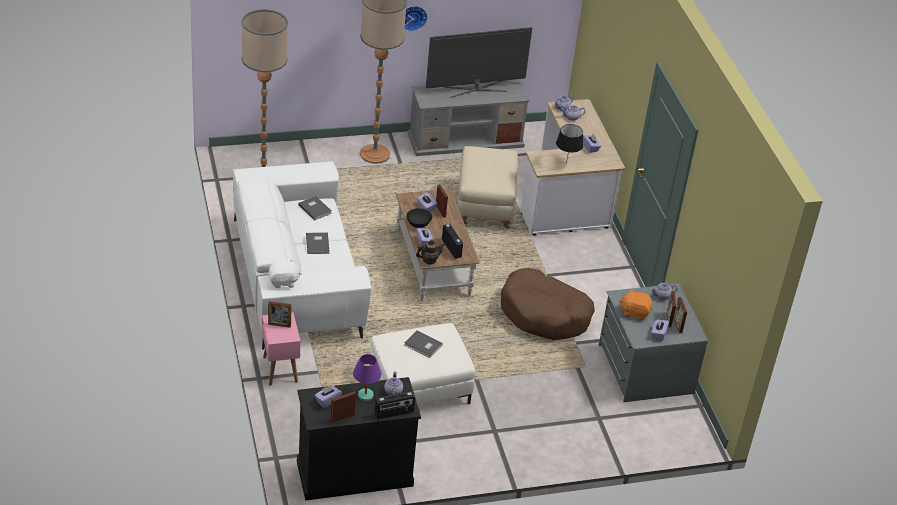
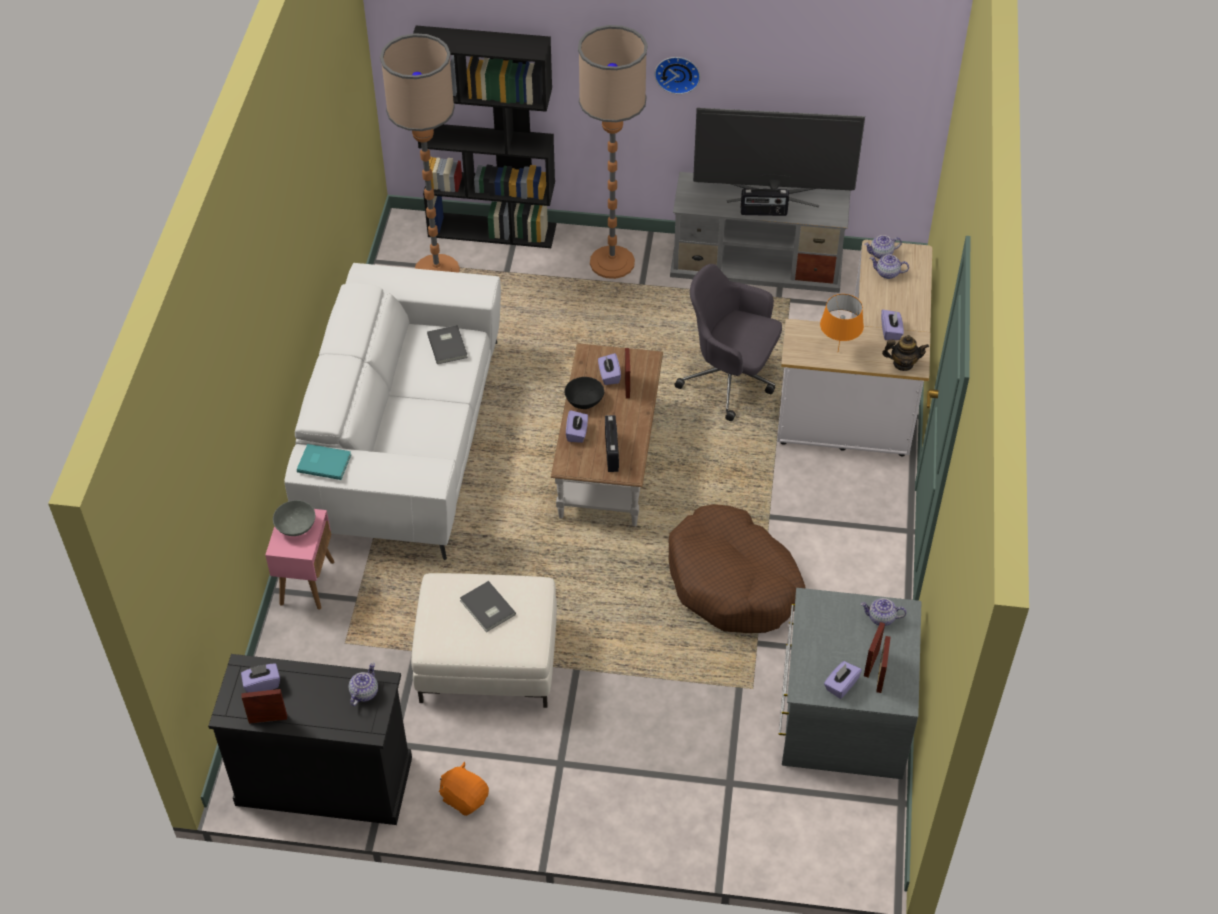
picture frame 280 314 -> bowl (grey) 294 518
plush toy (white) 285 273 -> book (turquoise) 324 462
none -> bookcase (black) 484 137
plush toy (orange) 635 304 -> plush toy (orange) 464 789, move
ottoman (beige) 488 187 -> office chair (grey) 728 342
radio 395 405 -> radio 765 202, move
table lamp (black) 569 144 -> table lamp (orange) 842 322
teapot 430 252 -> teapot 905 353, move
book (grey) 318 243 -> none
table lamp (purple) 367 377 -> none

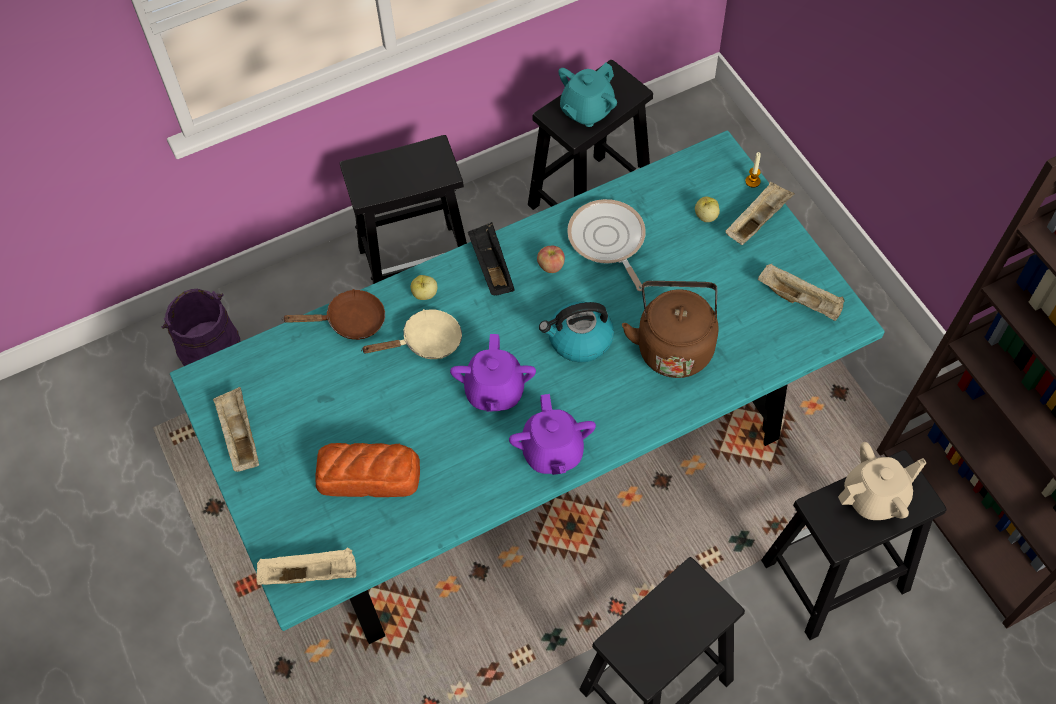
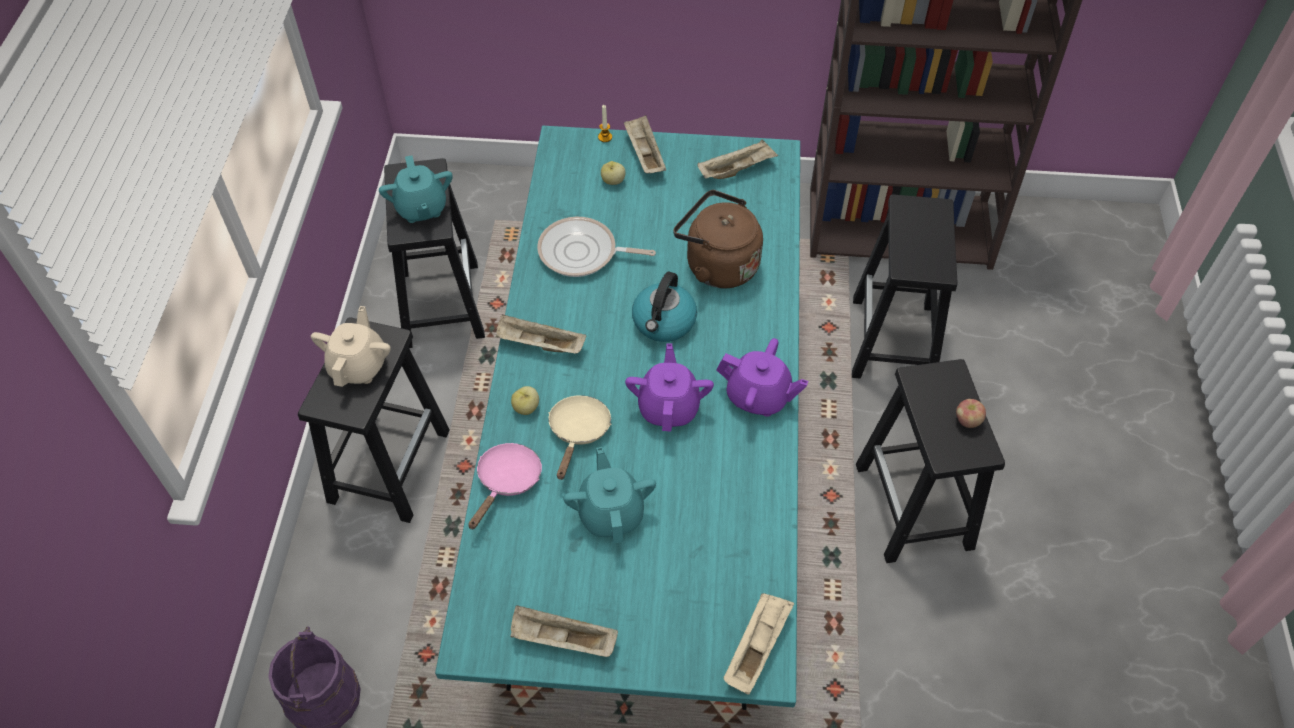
teapot (beige) 882 481 -> teapot (beige) 351 346, move
frying pan (brown) 333 314 -> frying pan (pink) 505 486
tray (black) 491 259 -> tray (beige) 541 334
none -> teapot (turquoise) 609 495
teapot (purple) 493 373 -> teapot (purple) 669 387, 120 degrees counterclockwise
apple 551 259 -> apple 971 413, move
bread 367 470 -> none

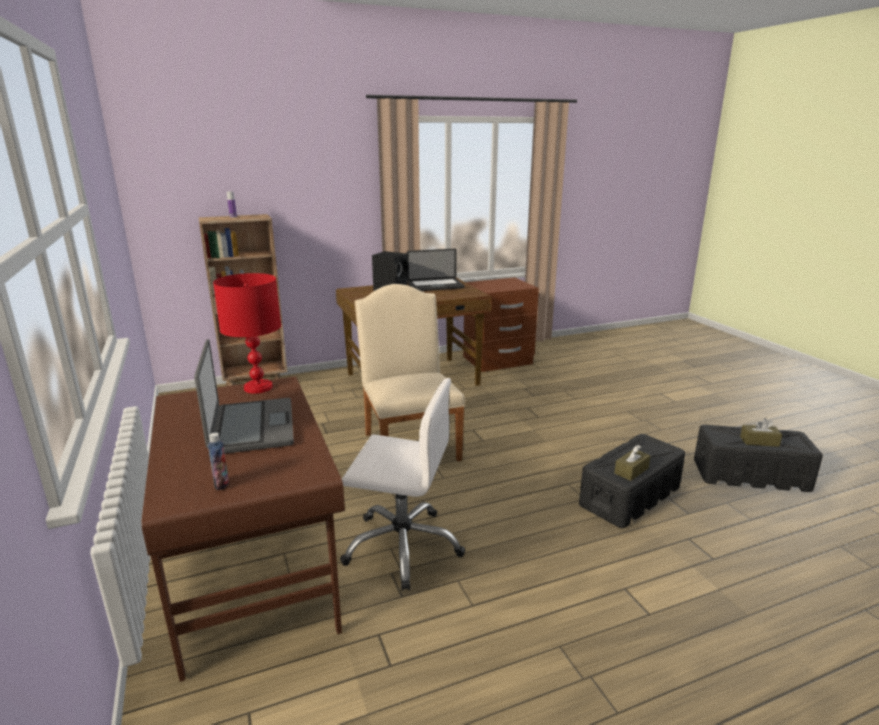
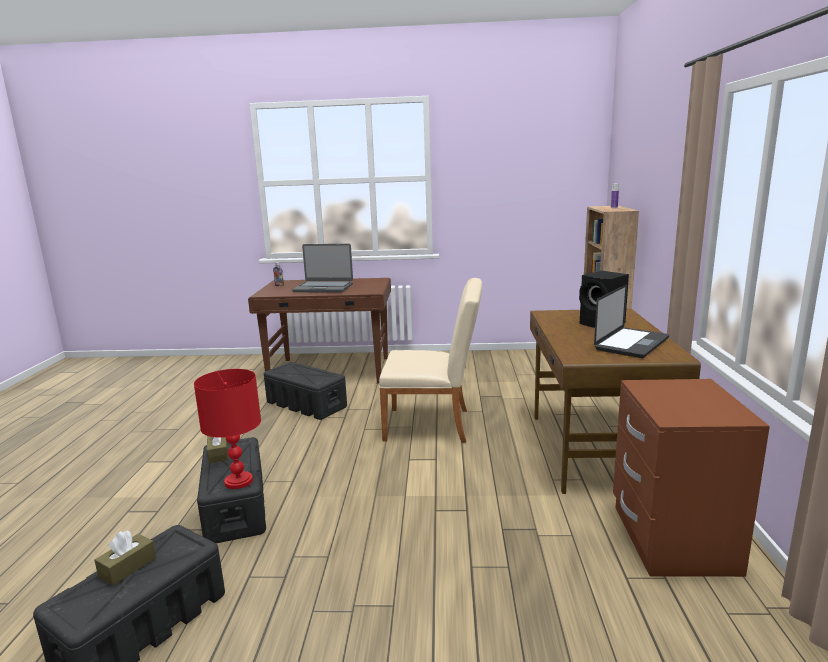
table lamp (red) 247 333 -> table lamp (red) 227 429, move
office chair (white) 402 484 -> storage box (black) 305 391
laptop 436 270 -> laptop 631 321, 150 degrees counterclockwise

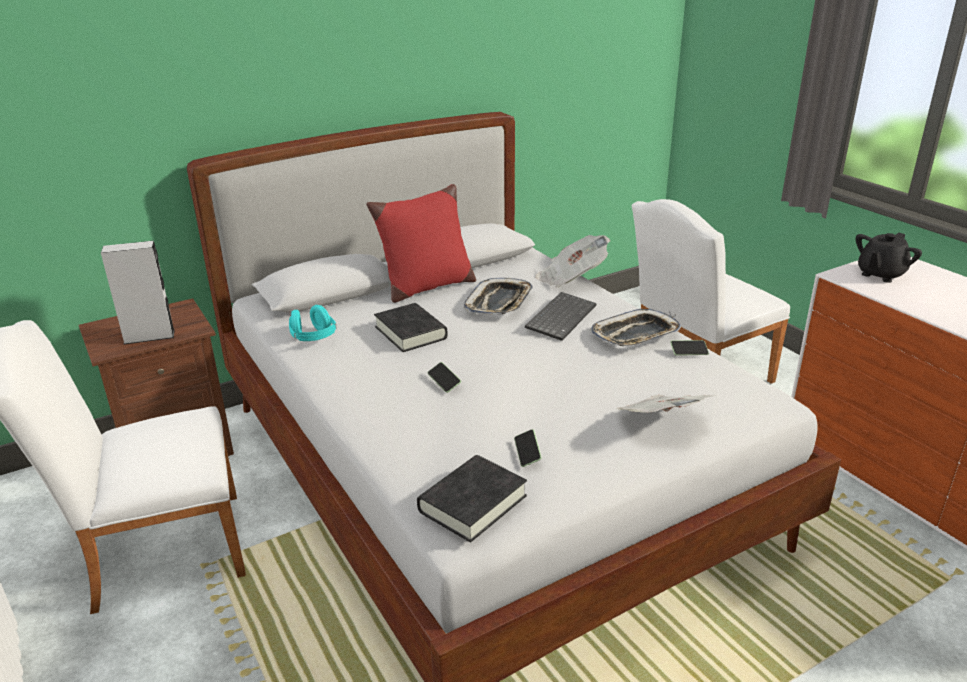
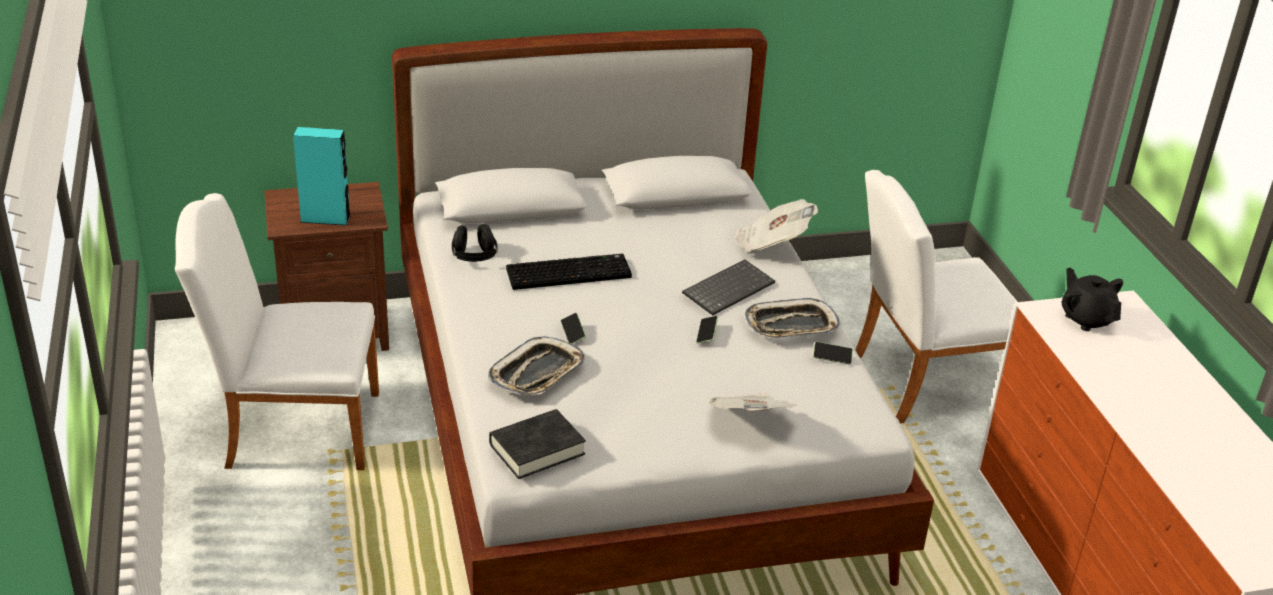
speaker (grey) 138 293 -> speaker (turquoise) 322 176
headphones (turquoise) 313 323 -> headphones (black) 474 243
tray 498 296 -> tray 536 365, move
book (black) 411 327 -> keyboard 569 272
phone 528 448 -> phone 707 329, move
teapot (black) 889 258 -> teapot (black) 1092 299, 90 degrees clockwise
pillow (red) 421 243 -> none

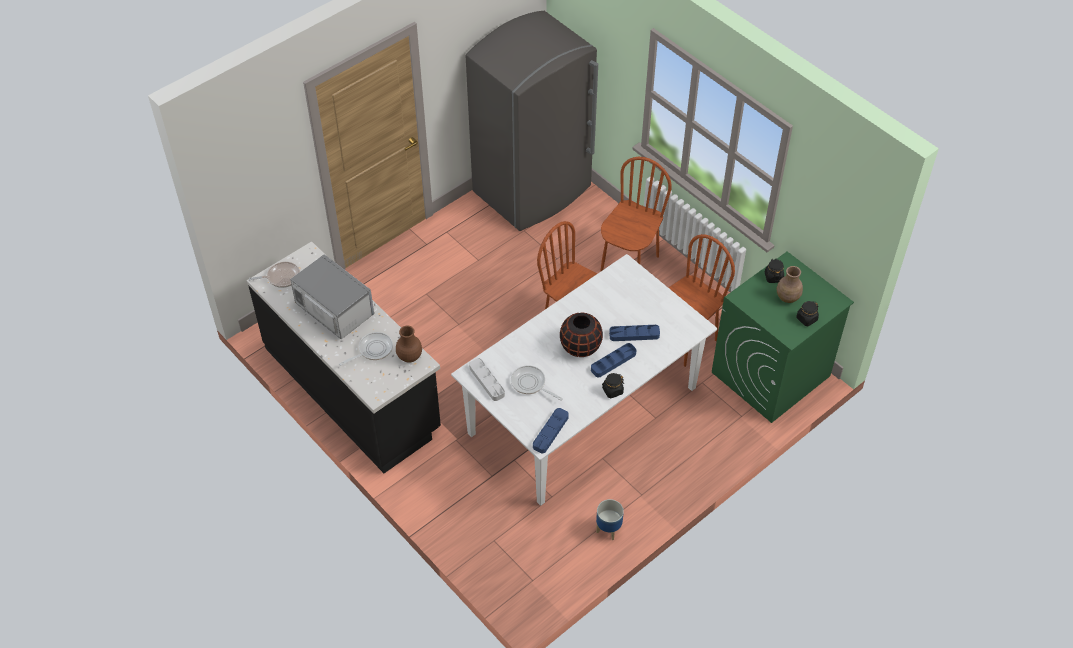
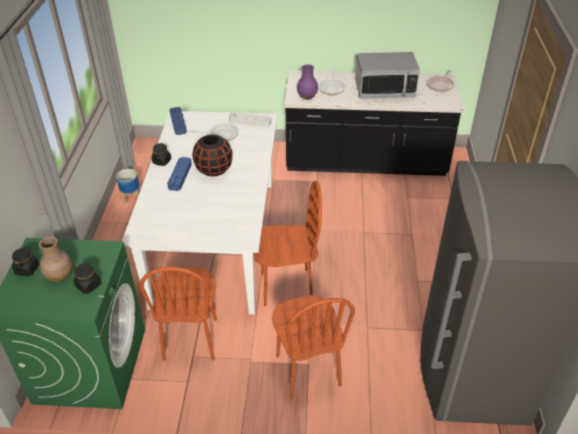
vase (brown) 409 344 -> vase (purple) 307 82
tray (blue) 634 333 -> none

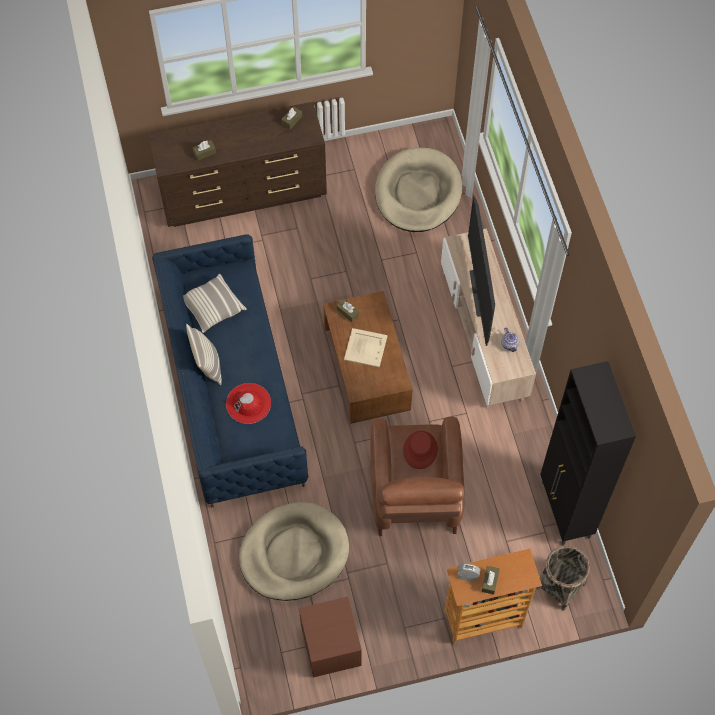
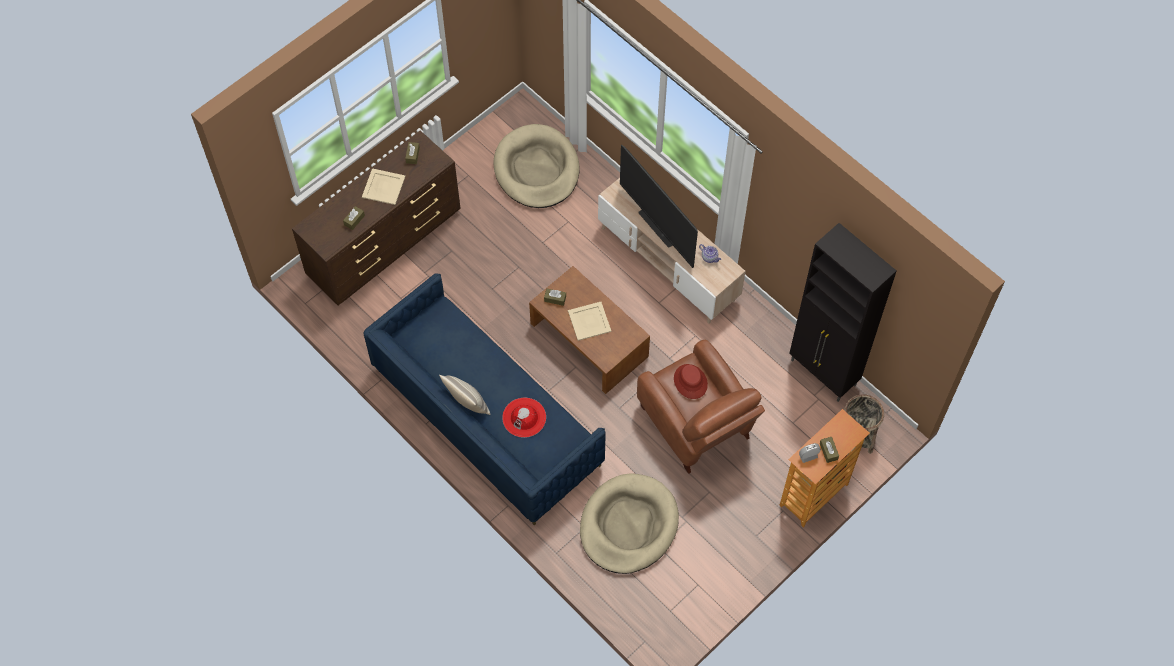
none -> tray (beige) 384 186
pillow 215 303 -> none
nightstand (brown) 330 637 -> none

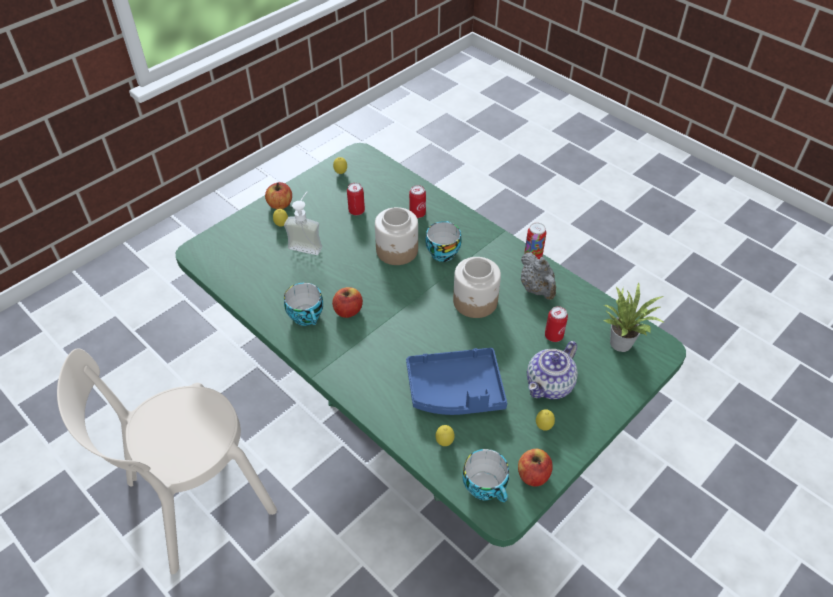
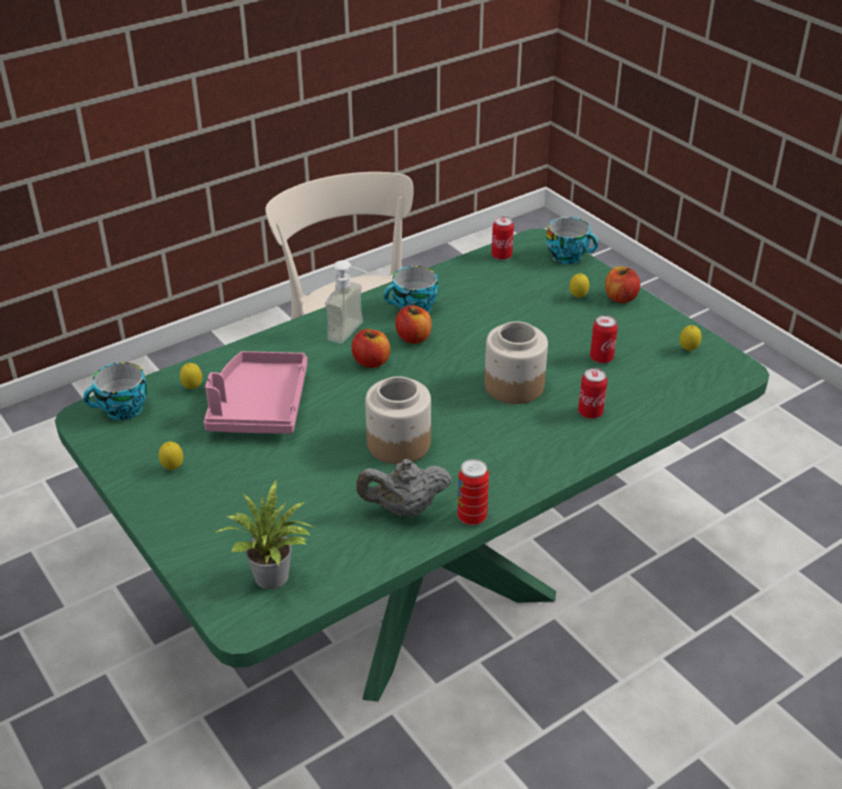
tray (blue) 456 381 -> tray (pink) 255 392
soap dispenser 303 223 -> soap dispenser 346 302, move
apple 535 468 -> apple 370 348, move
can 556 324 -> can 502 238, move
cup 443 241 -> cup 572 240, move
teapot 552 370 -> none

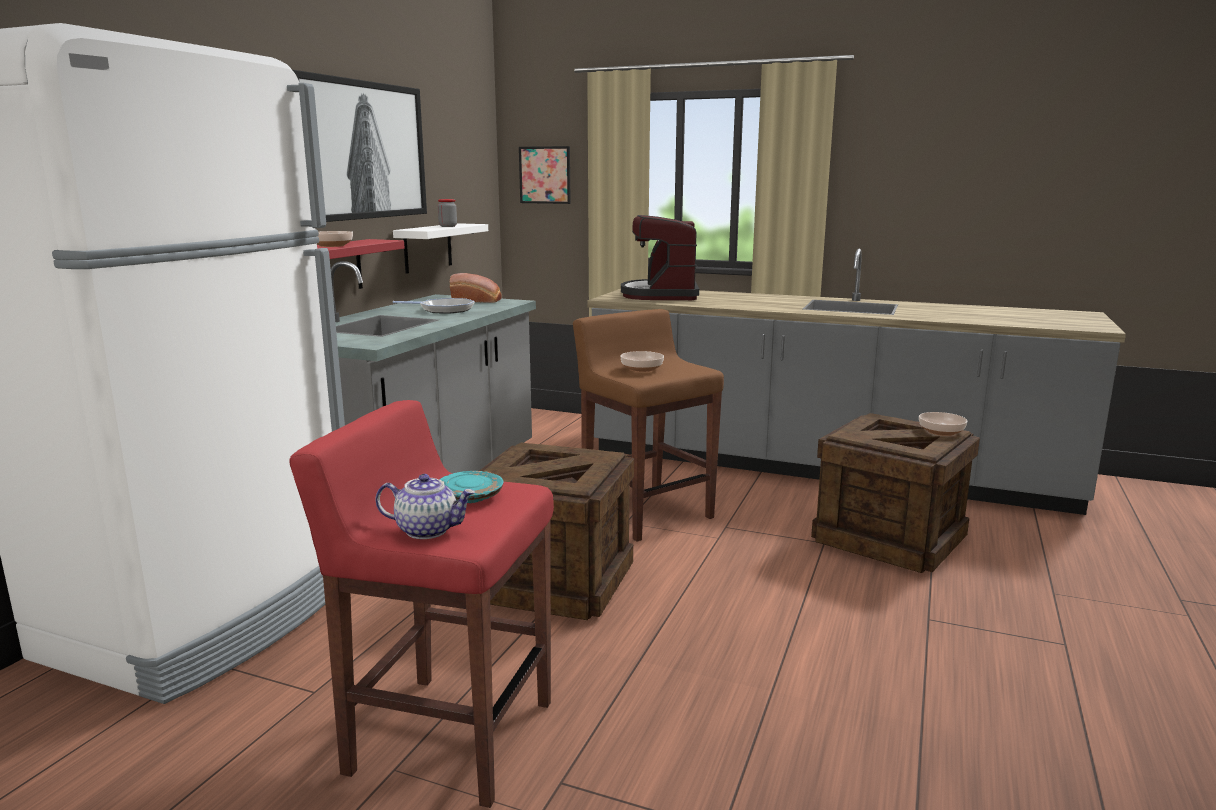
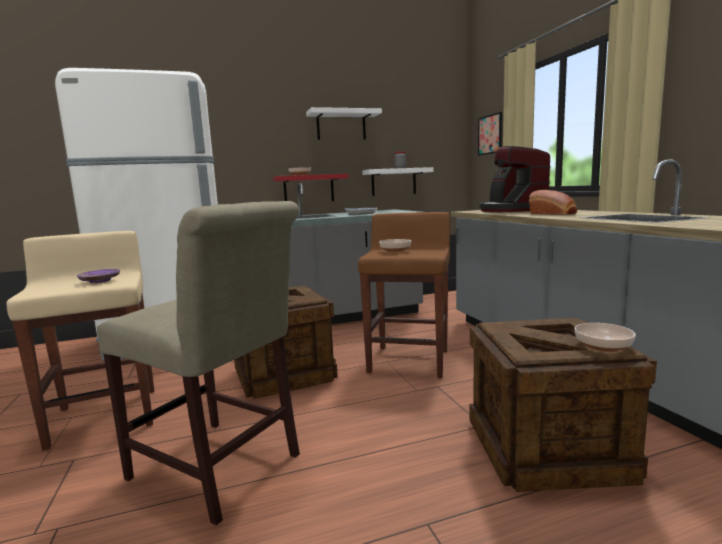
stool (red) 422 604 -> stool (beige) 80 341
plate (turquoise) 471 487 -> plate (purple) 98 276
none -> chair (beige) 198 363
picture 360 146 -> shelf (white) 344 123
coffee machine 660 257 -> coffee machine 515 179, 60 degrees counterclockwise
bread 476 288 -> bread 553 202, move
teapot 425 506 -> none

